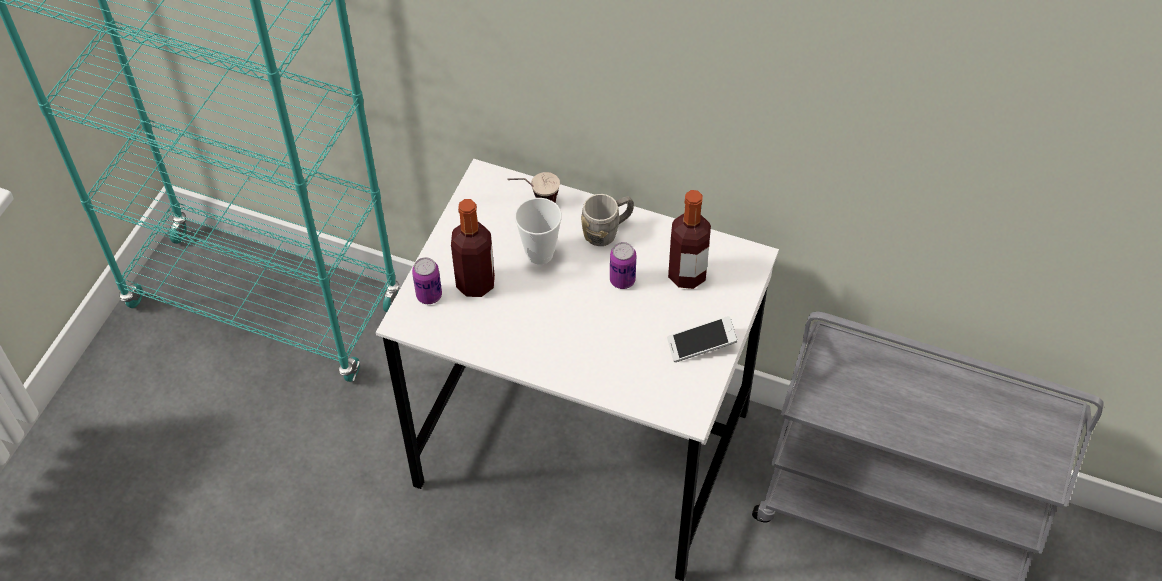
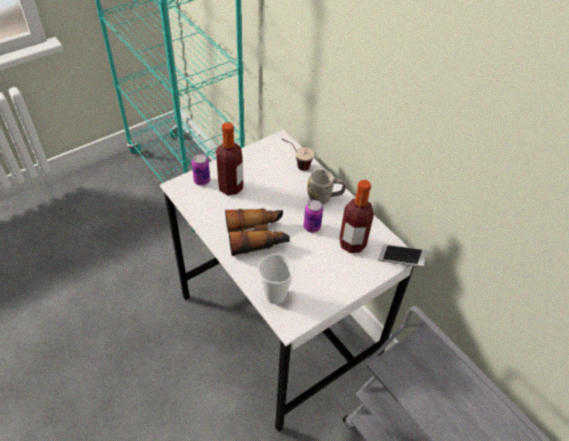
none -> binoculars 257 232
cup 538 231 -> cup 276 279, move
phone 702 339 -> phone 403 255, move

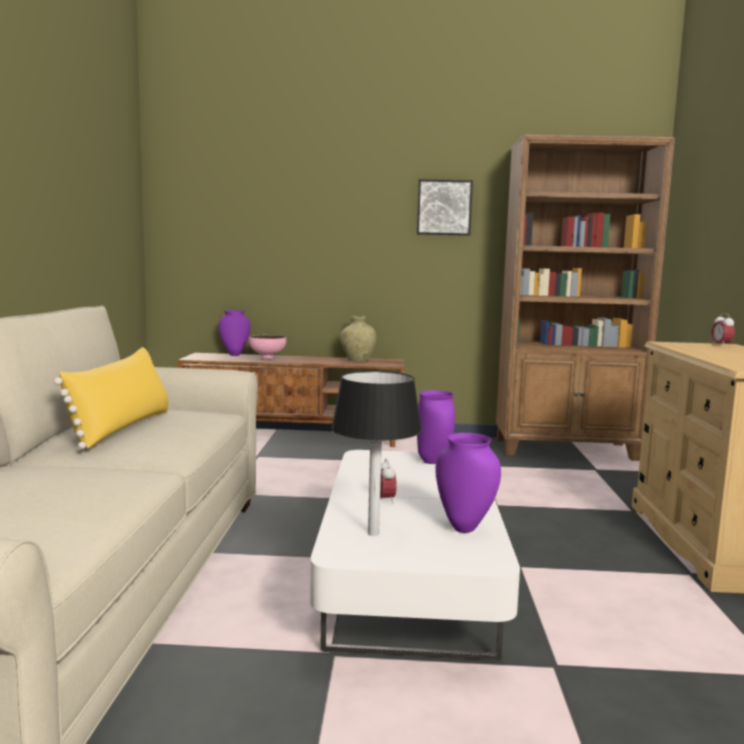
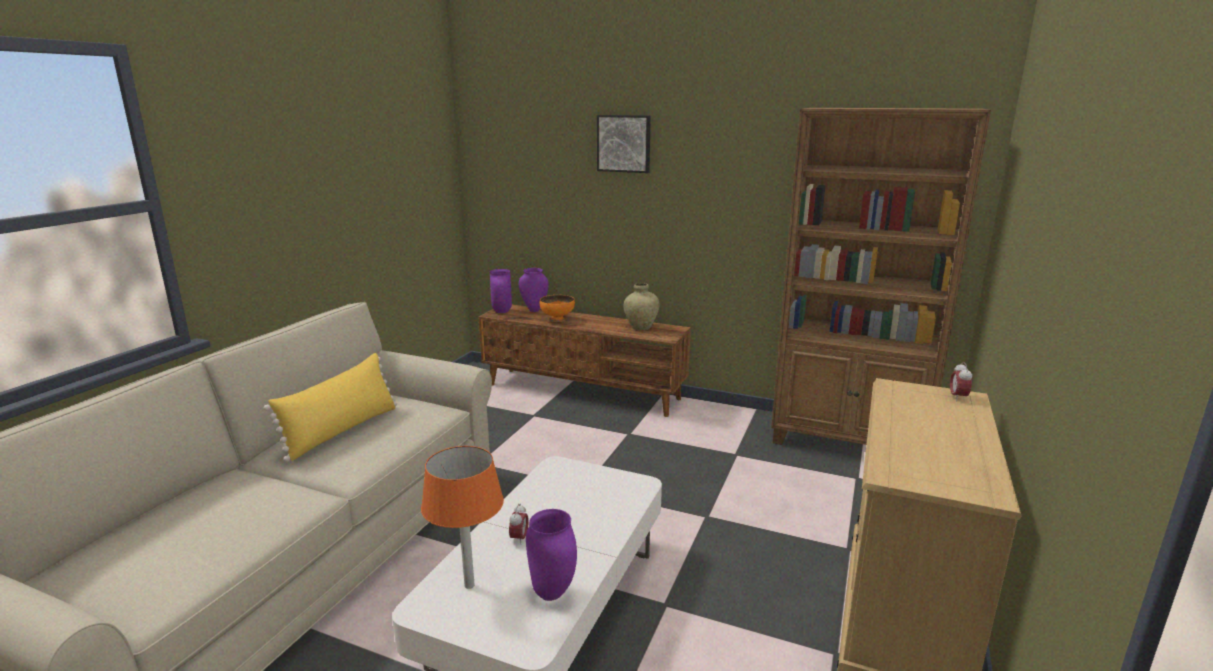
table lamp (black) 376 453 -> table lamp (orange) 462 517
vase (purple) 436 427 -> vase (purple) 501 291, move
bowl (pink) 267 347 -> bowl (orange) 557 308
picture 445 207 -> picture 624 144, move

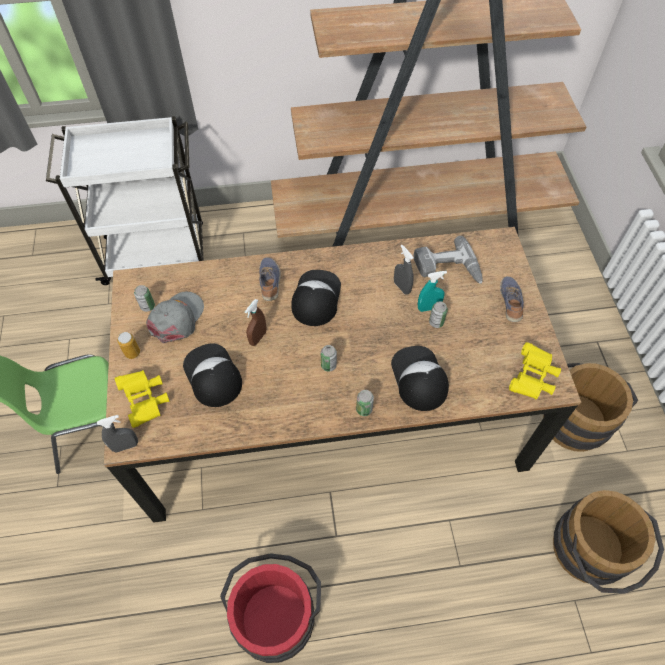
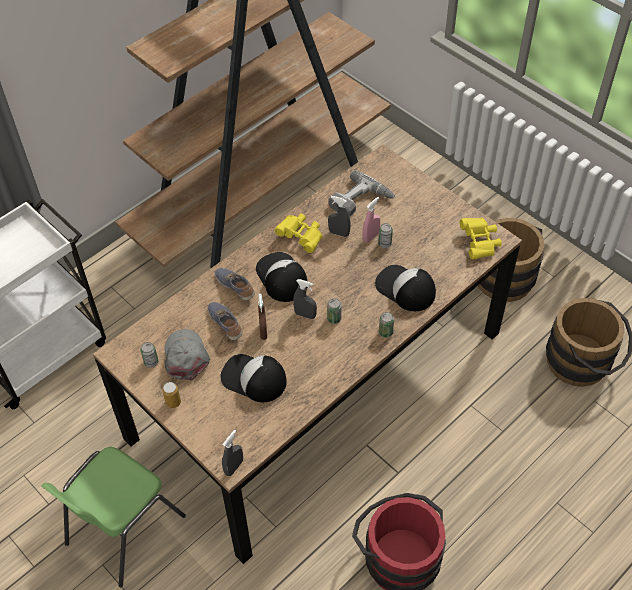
shoe 512 299 -> shoe 225 321, move
binoculars (yellow) 141 399 -> binoculars (yellow) 298 233, move
none -> spray bottle (grey) 305 299
spray bottle (turquoise) 432 291 -> spray bottle (pink) 371 220

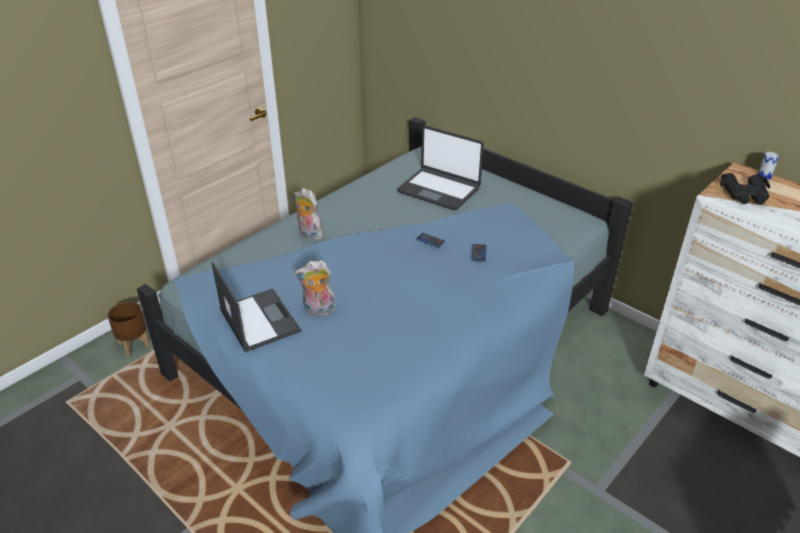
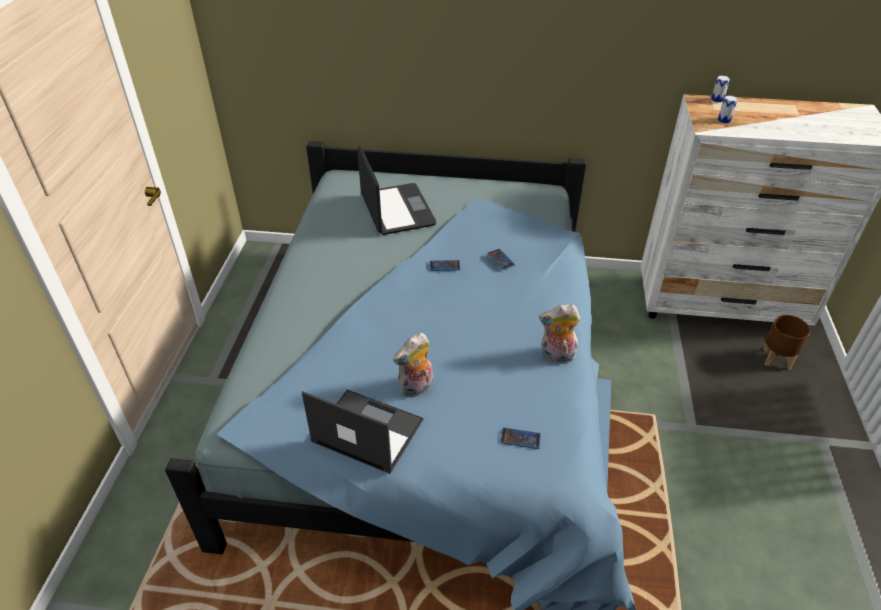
laptop 440 168 -> laptop 396 190, 105 degrees counterclockwise
none -> phone 520 438
plush toy 308 214 -> plush toy 559 333, move
binoculars (black) 745 189 -> can 728 109
planter (brown) 128 329 -> planter (brown) 786 342, move

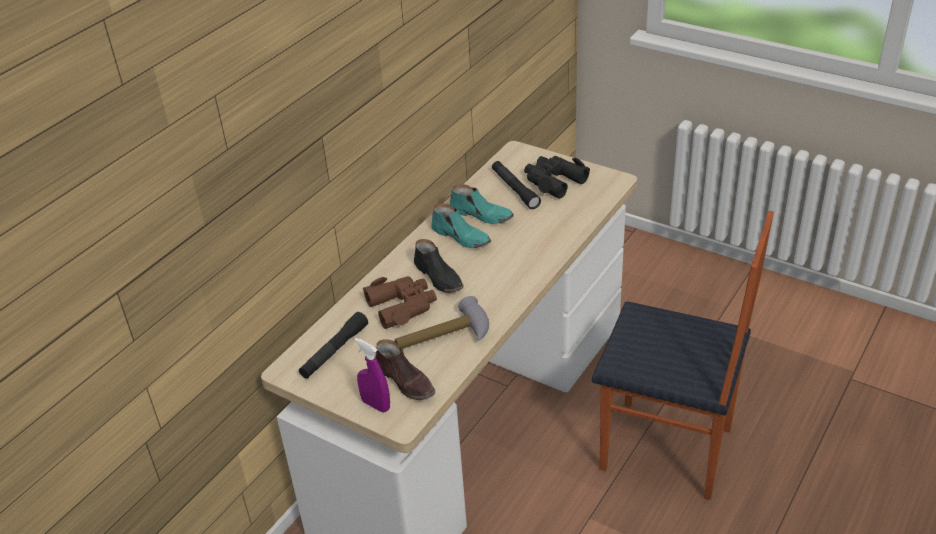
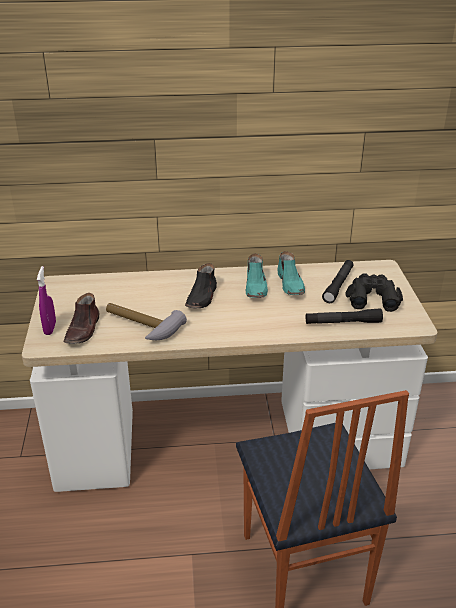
flashlight (black) 333 345 -> flashlight (black) 344 316, move
binoculars (brown) 400 302 -> none

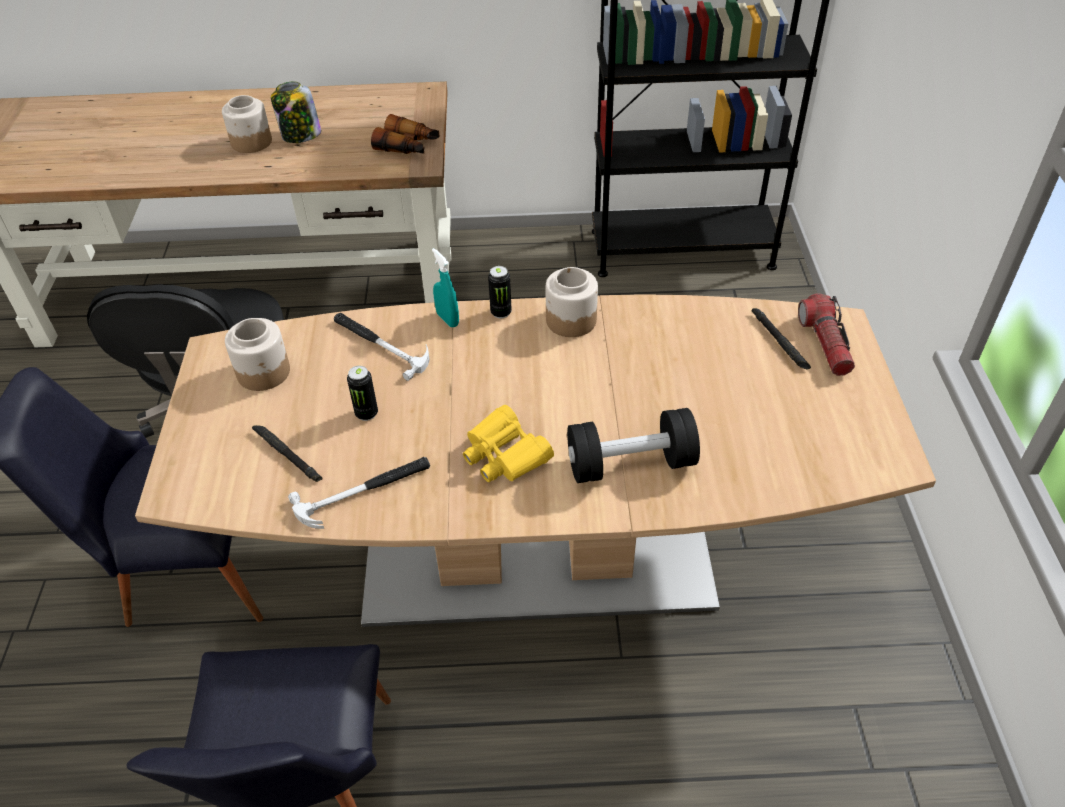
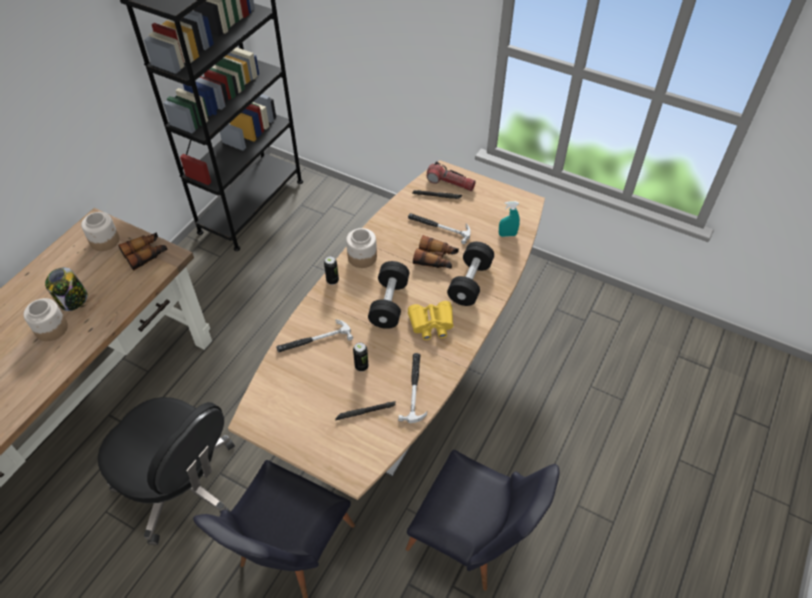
jar 257 354 -> jar 100 231, move
none -> dumbbell (black) 388 295
none -> hammer 439 228
none -> binoculars 436 252
spray bottle (turquoise) 445 287 -> spray bottle (turquoise) 509 219, move

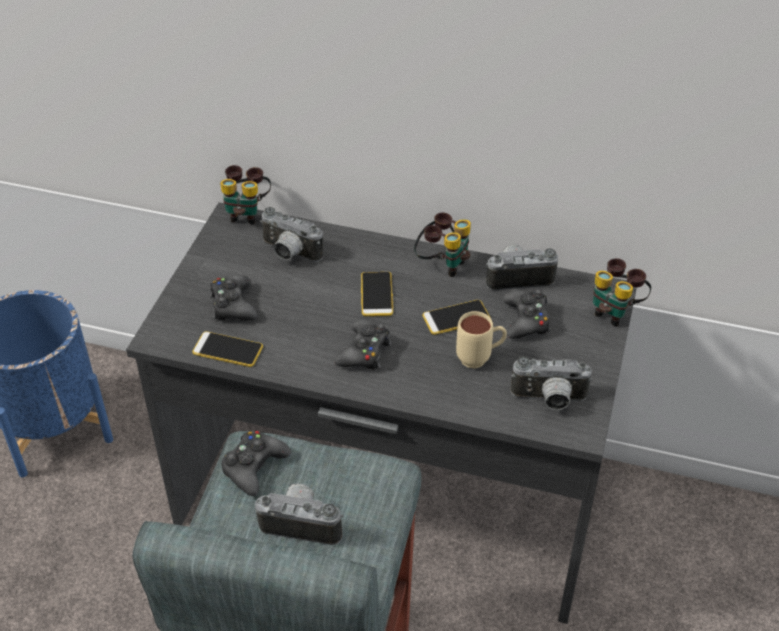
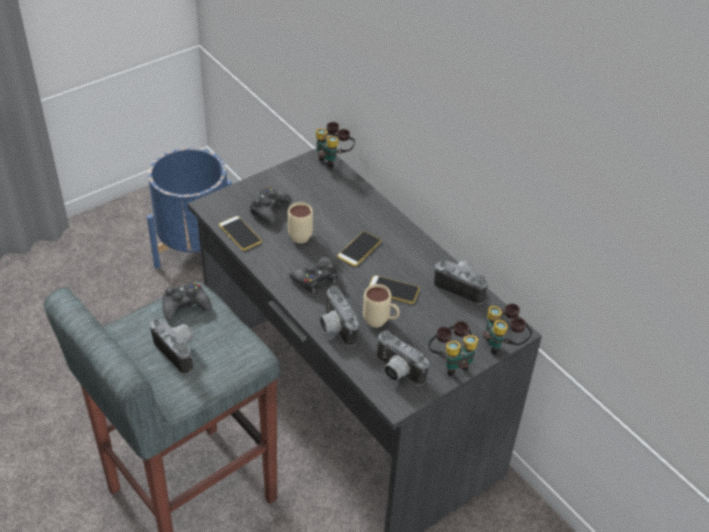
none -> mug (beige) 300 222
photo camera 291 234 -> photo camera 339 316, move
binoculars 442 244 -> binoculars 453 348, move
game controller (black) 526 314 -> none

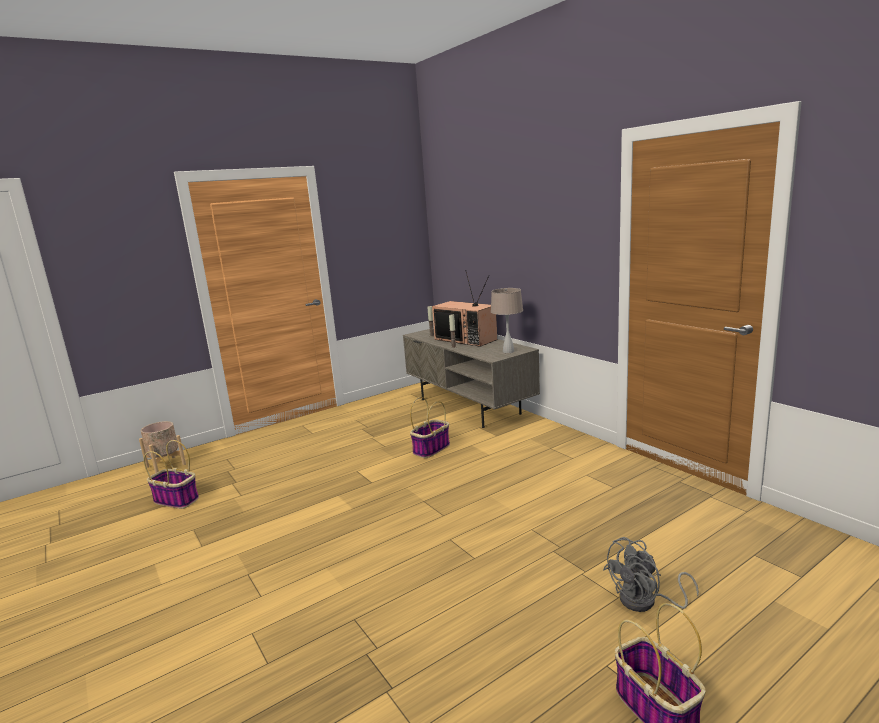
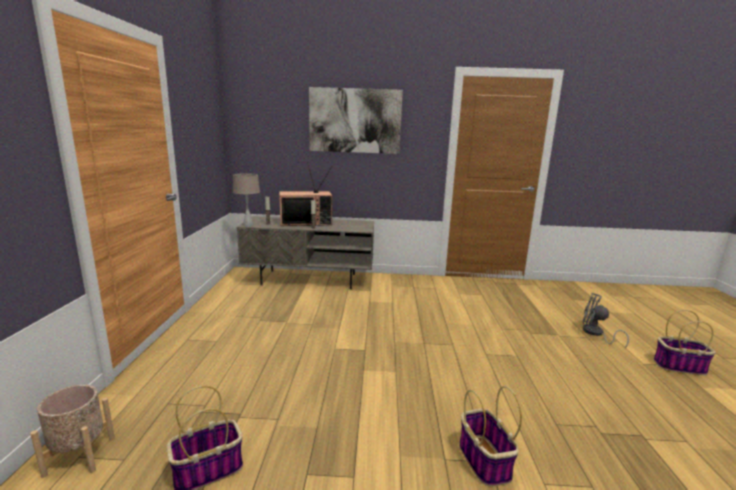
table lamp (beige) 507 320 -> table lamp (beige) 246 200, move
none -> picture 356 120
basket 430 427 -> basket 490 436, move
fan (grey) 651 574 -> fan (grey) 606 320, 120 degrees clockwise

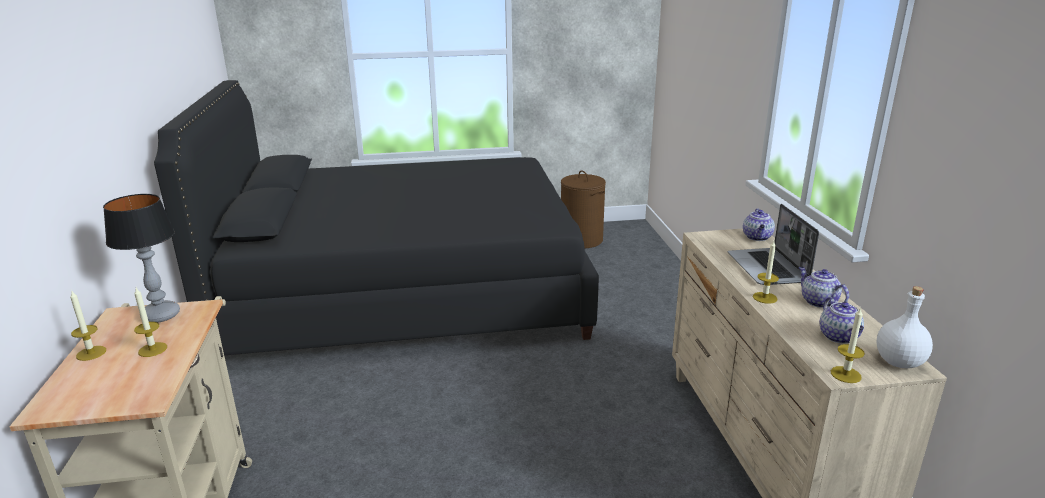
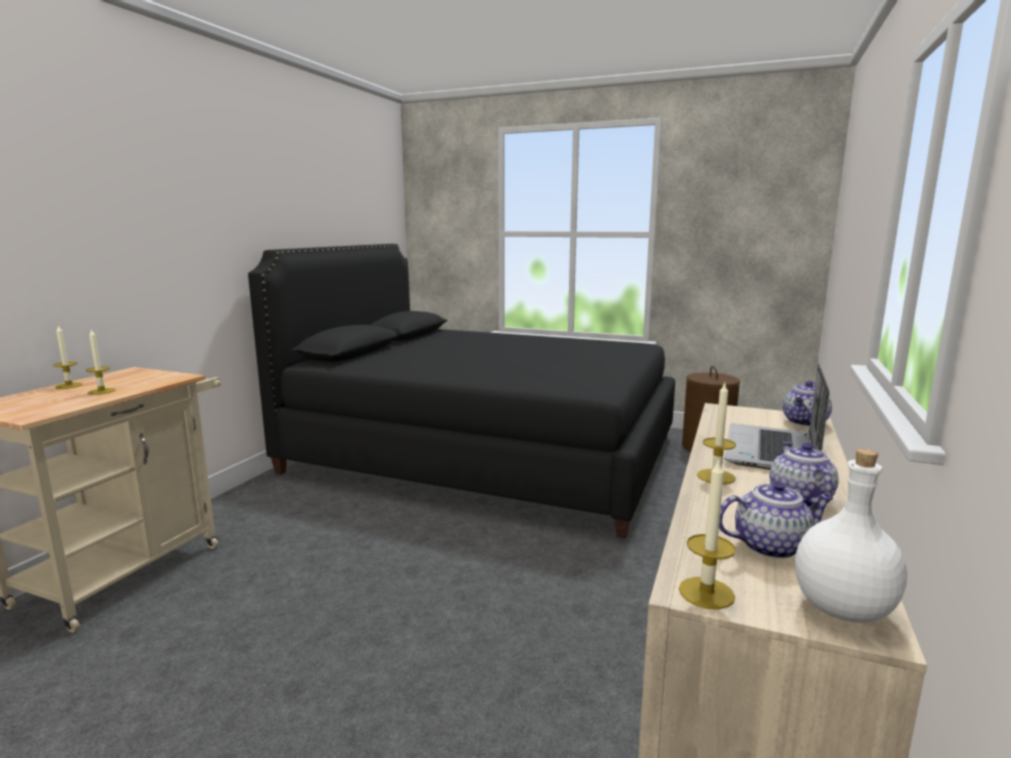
teapot 841 320 -> teapot 776 520, 120 degrees counterclockwise
table lamp 141 258 -> none

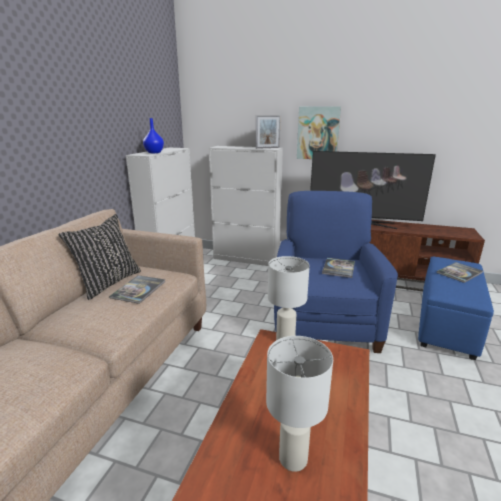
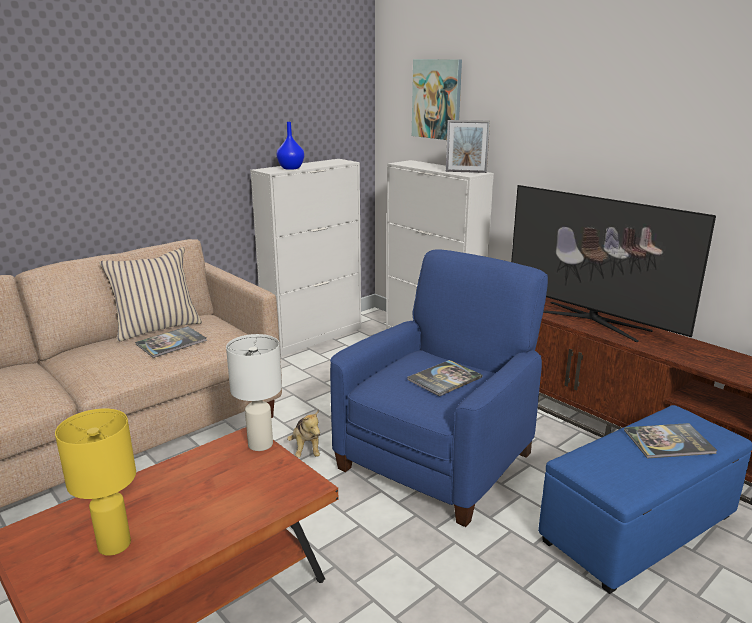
table lamp (white) 299 404 -> table lamp (yellow) 95 482
pillow (black) 100 257 -> pillow (beige) 150 294
none -> plush toy 303 433
picture 319 132 -> picture 437 99, move

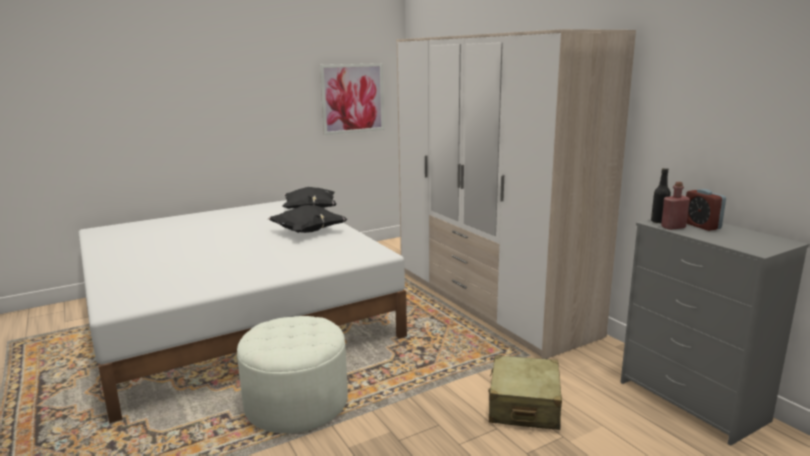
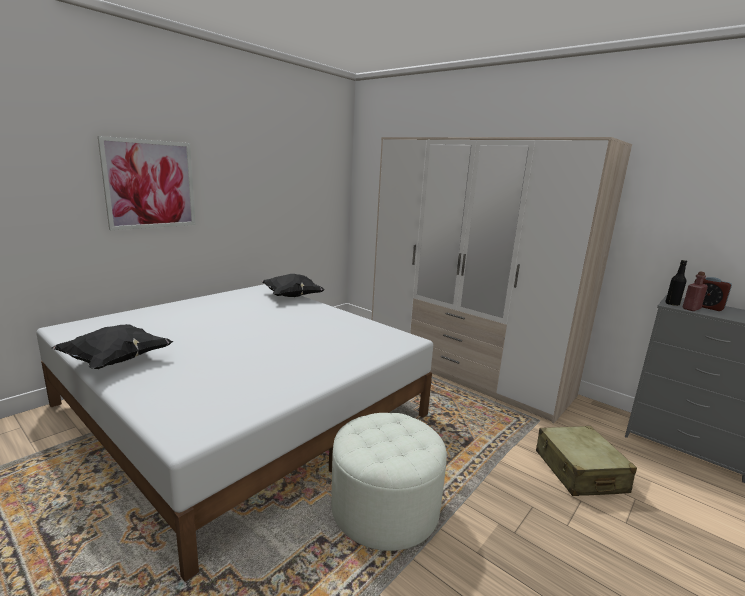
pillow (black) 307 219 -> pillow (black) 112 346, move
picture 352 99 -> picture 147 183, move

